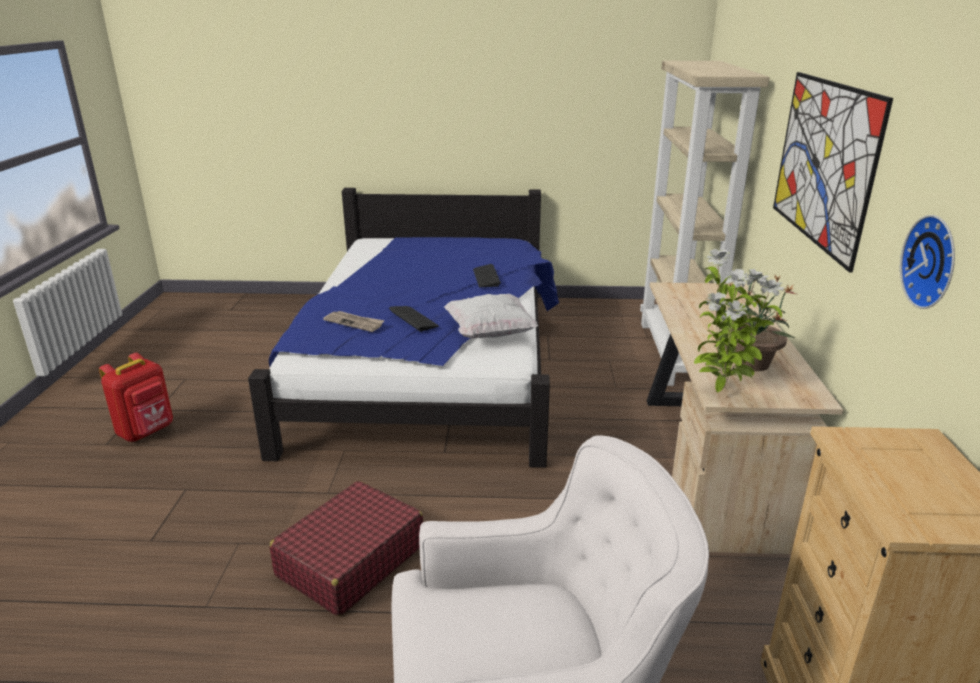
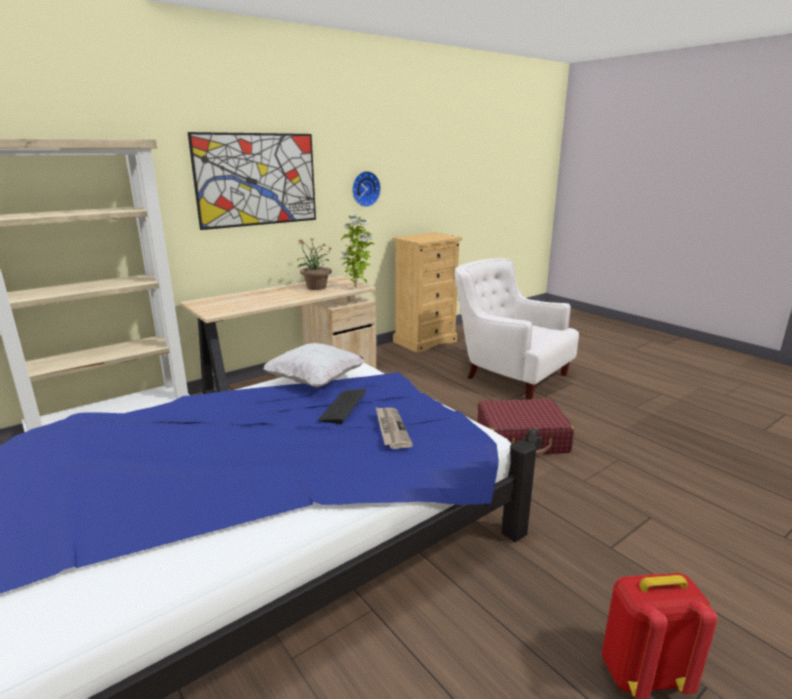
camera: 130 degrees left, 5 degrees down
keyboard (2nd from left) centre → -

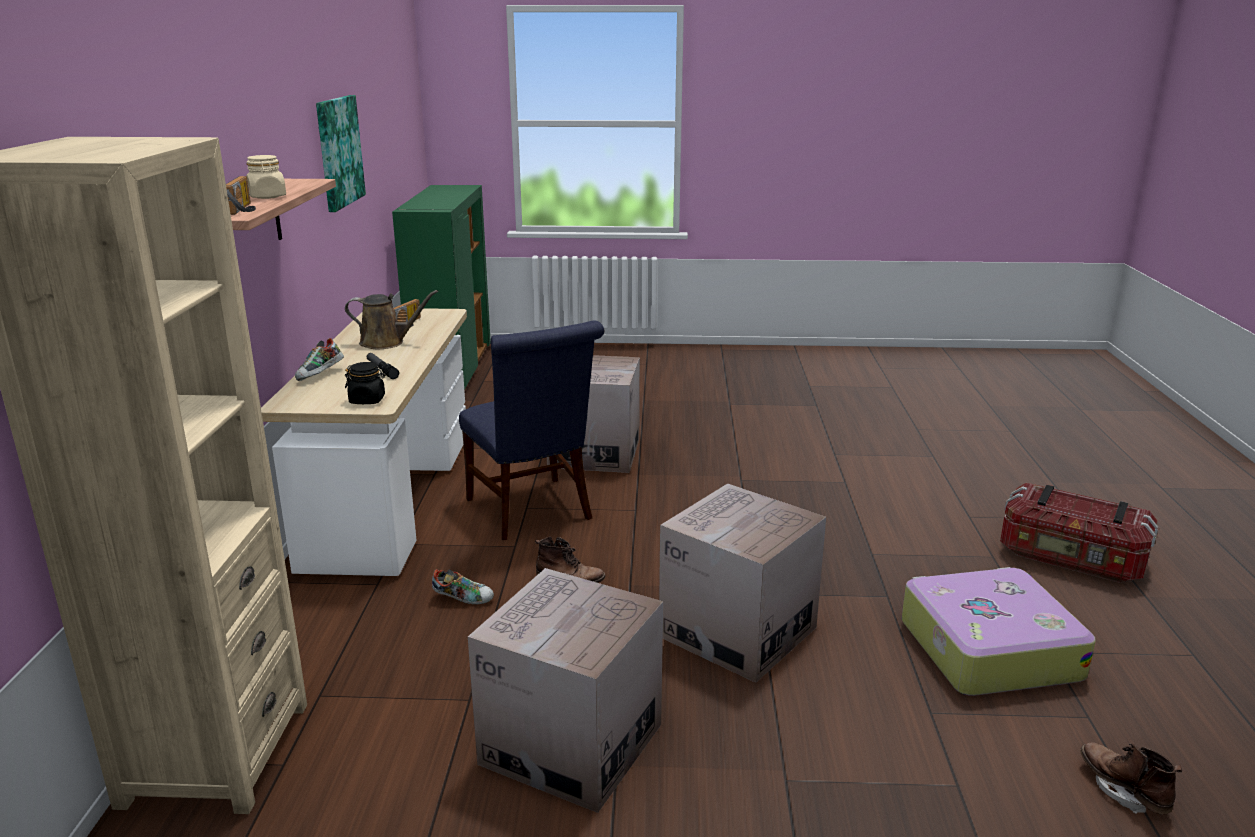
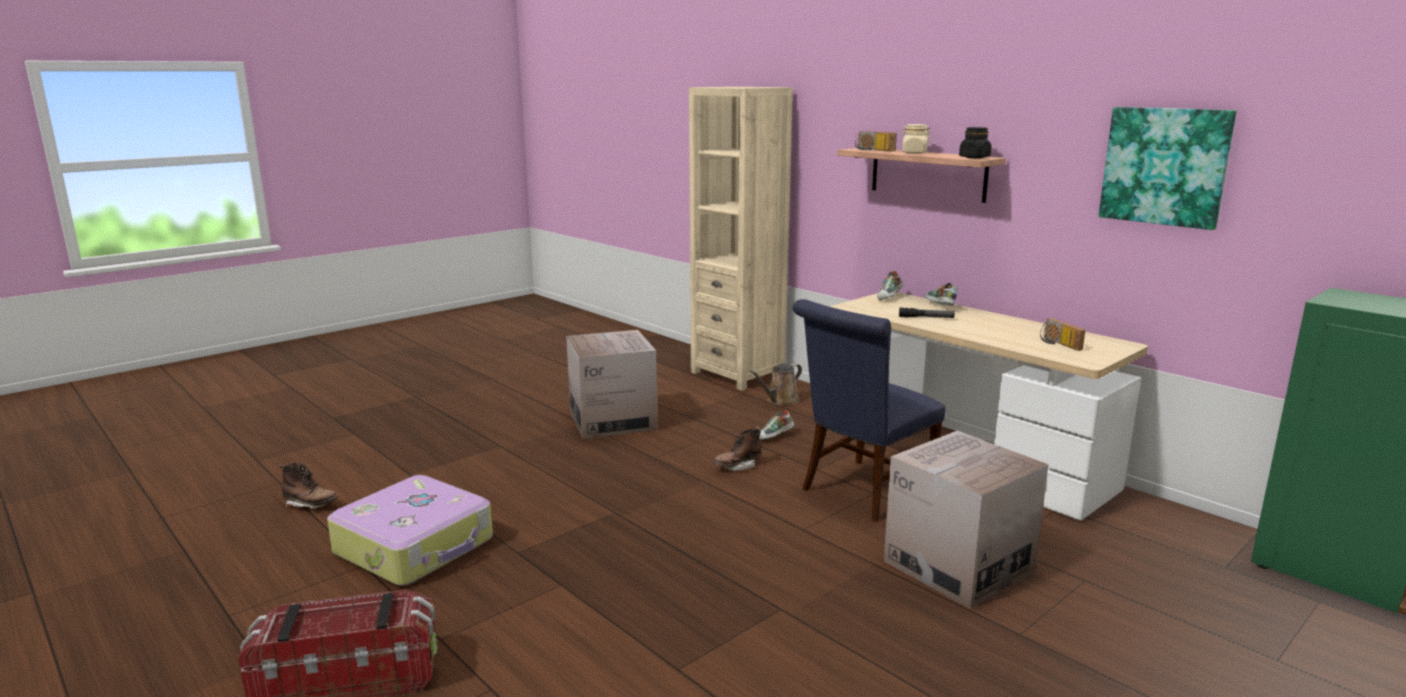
camera: 135 degrees right, 5 degrees down
brown_watering_can middle left → brown_watering_can centre, moved
blue_chair centre, 60 degrees counterclockwise
- → shoe (2nd from left) centre
black_jar middle left → black_jar top right, moved
cardboard_box (3rd from left) bottom centre → -

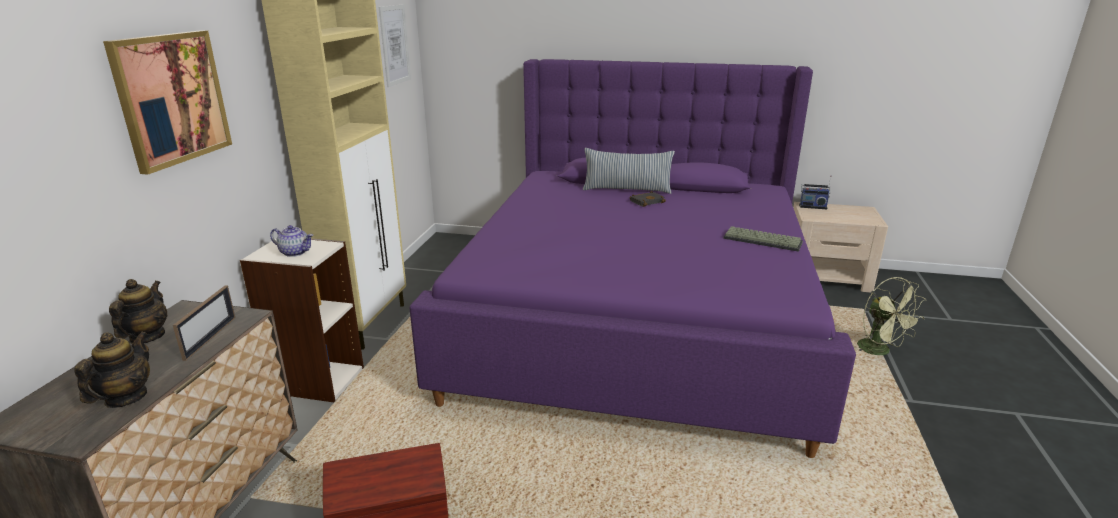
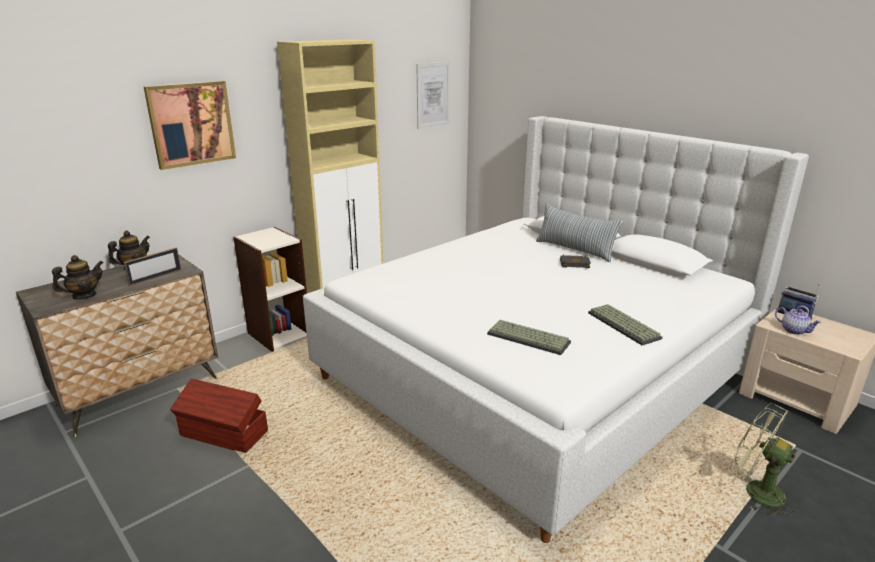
camera: 35 degrees right, 0 degrees up
purple_bed centre → white_bed centre
- → keyboard (1st from left) centre
green_fan middle right → green_fan bottom right, 120 degrees clockwise
teapot (3rd from left) middle left → teapot (3rd from left) middle right, moved

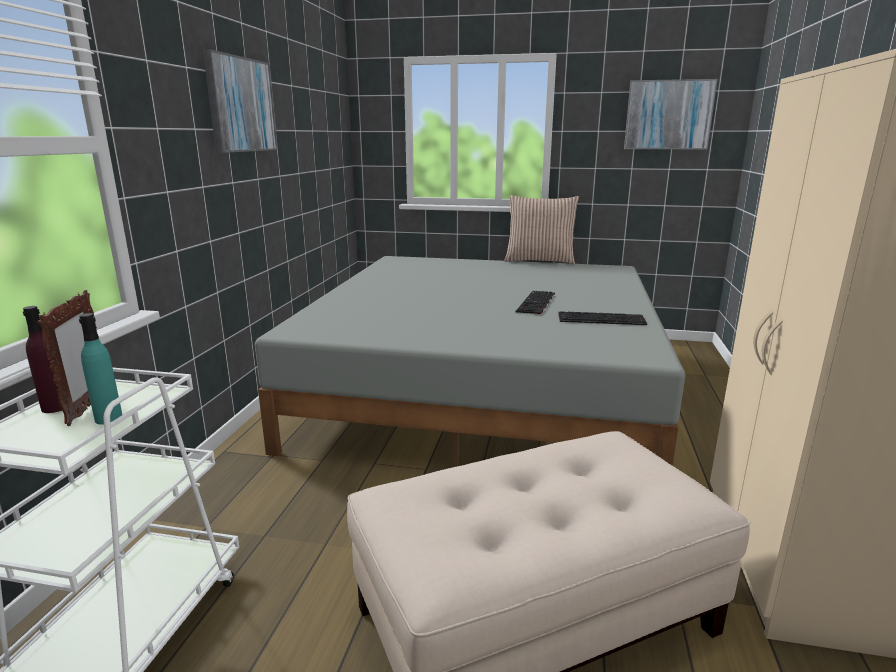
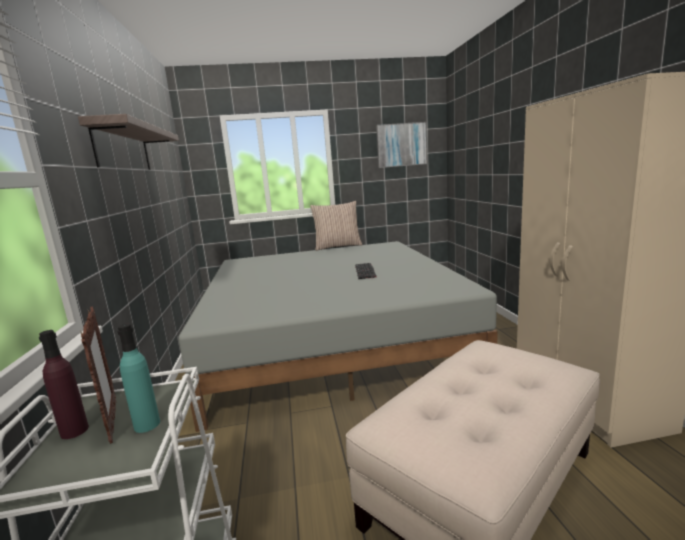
camera: 20 degrees left, 5 degrees down
picture (1st from left) top left → shelf top left
keyboard (2nd from left) middle right → -

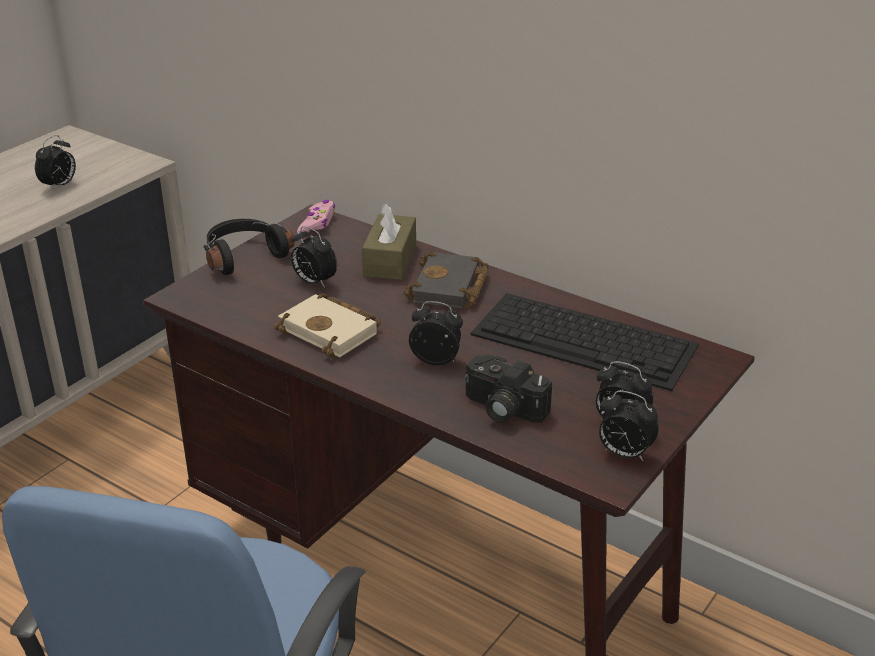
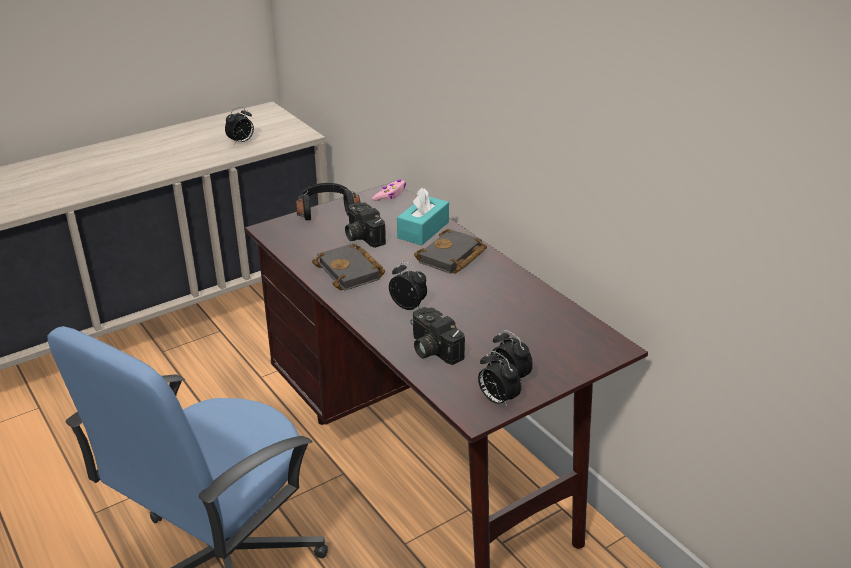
camera: 20 degrees right, 0 degrees up
beige_book centre → black_book (1st from left) centre
alarm_clock (2nd from left) centre → photo_camera (1st from left) centre
brown_tissue_box centre → turquoise_tissue_box centre
keyboard middle right → -

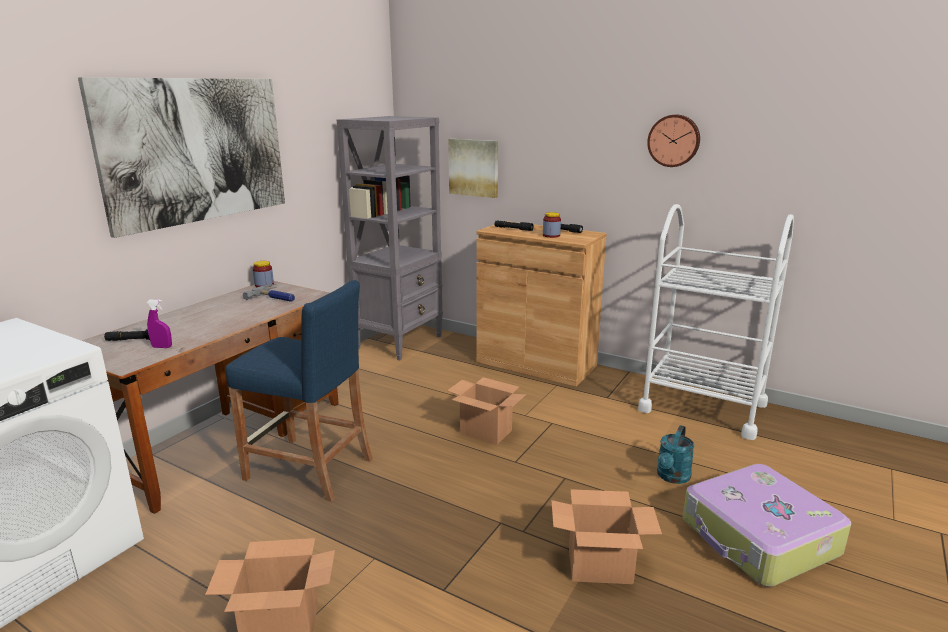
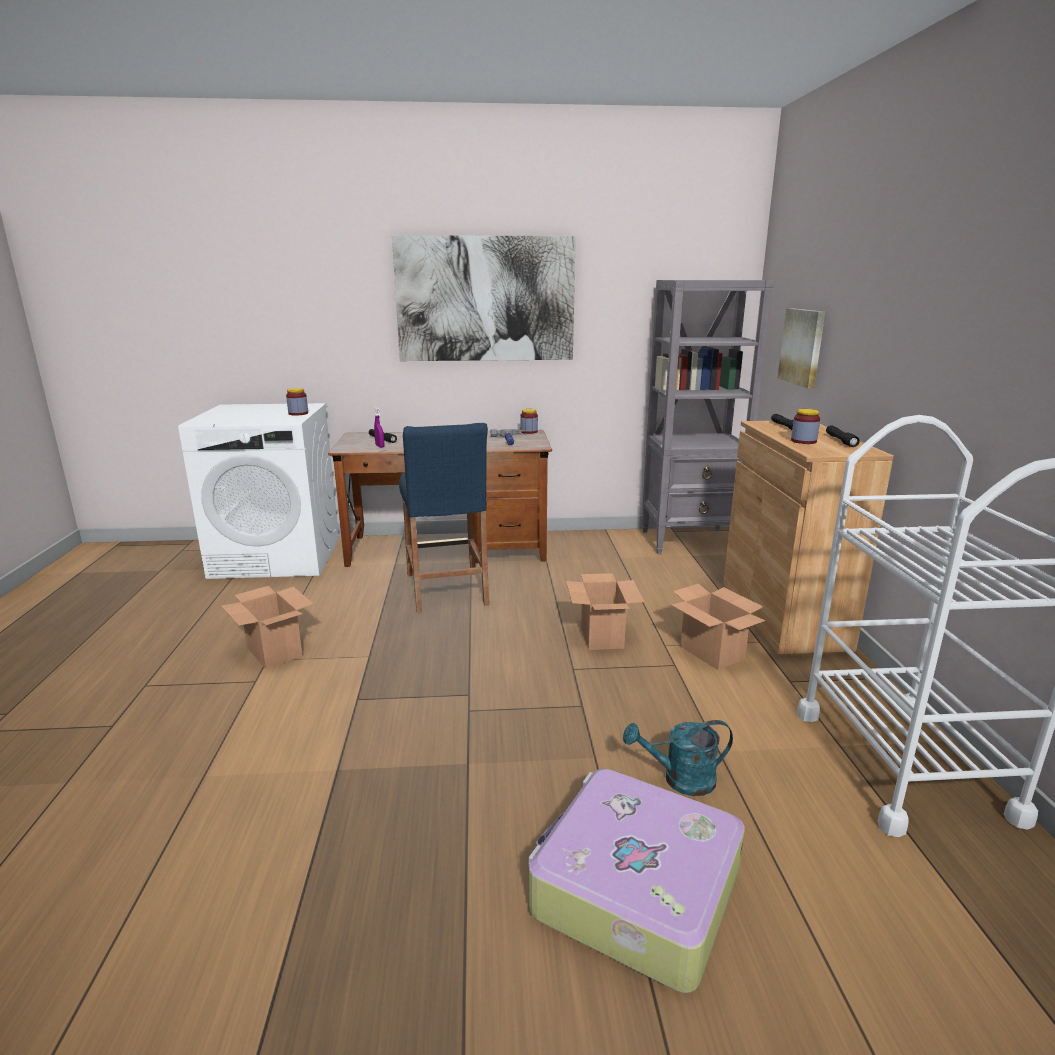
camera: 55 degrees right, 0 degrees up
- → jar (1st from left) middle left
cardboard_box (3rd from left) bottom centre → cardboard_box (3rd from left) middle right, moved
wall_clock top right → -

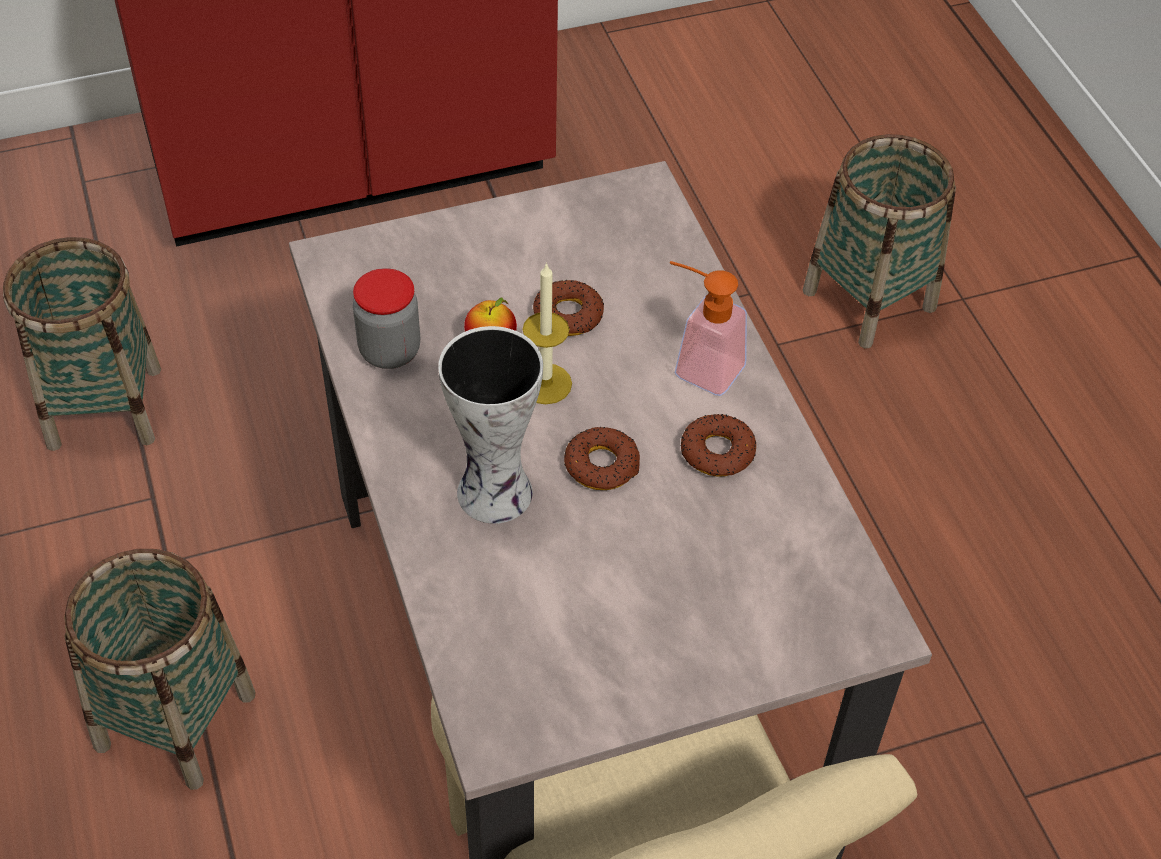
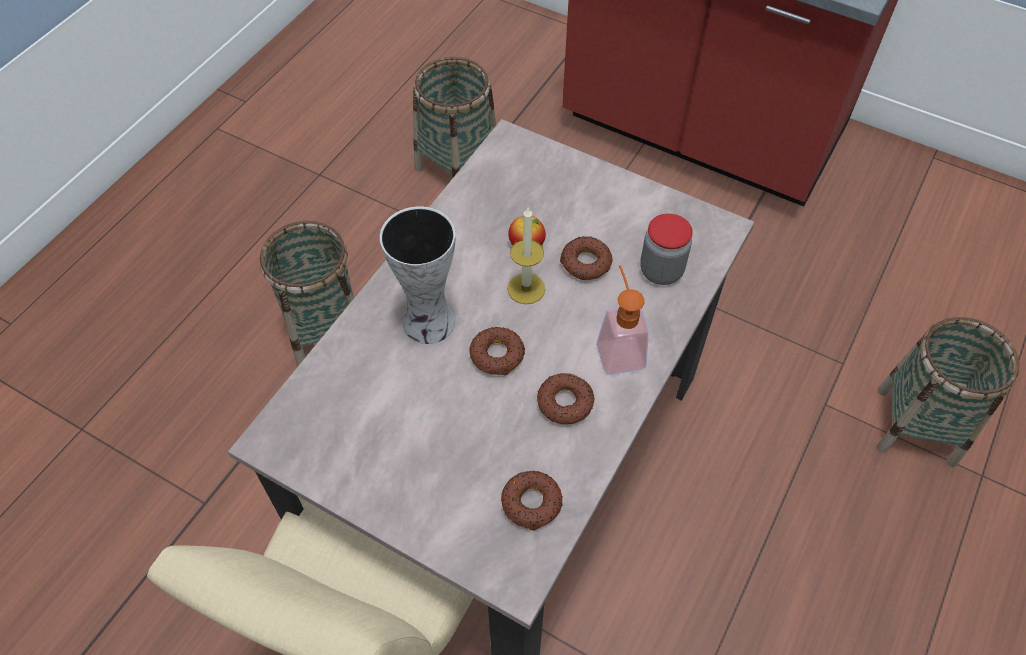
camera: 50 degrees right, 5 degrees up
- → donut (2nd from left) bottom centre
jar middle left → jar centre, moved

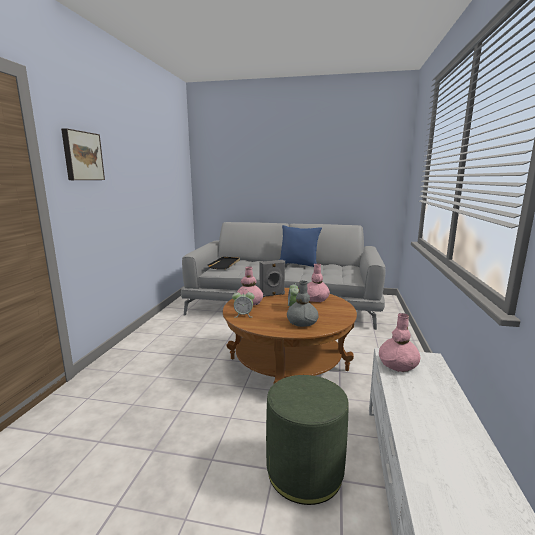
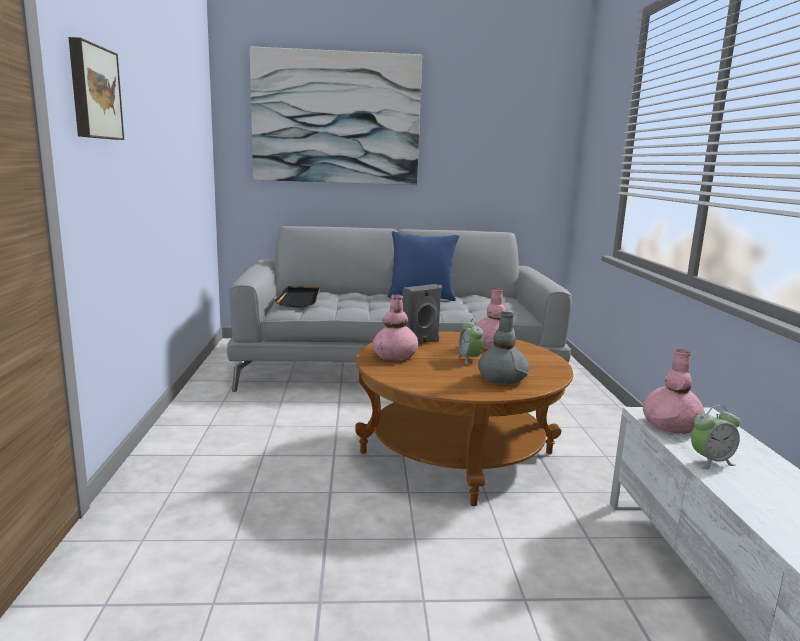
camera: 15 degrees left, 0 degrees up
- → picture (2nd from left) top centre
alarm_clock (1st from left in the first image) centre → alarm_clock (2nd from left) bottom right, moved
green_ottoman bottom centre → -

